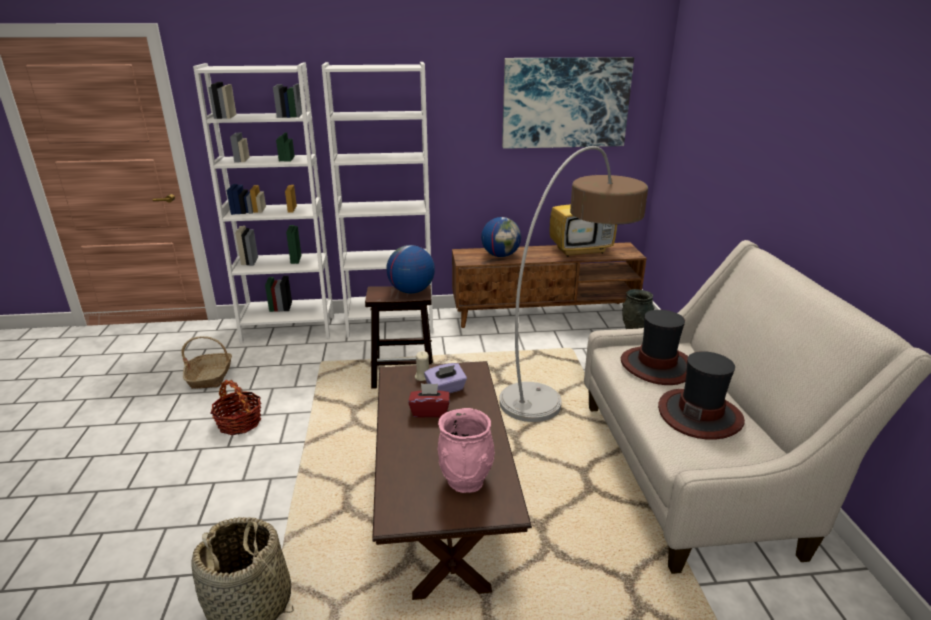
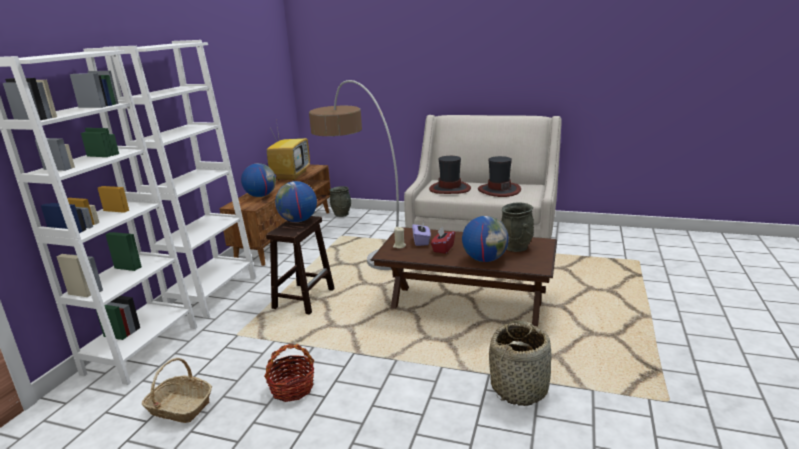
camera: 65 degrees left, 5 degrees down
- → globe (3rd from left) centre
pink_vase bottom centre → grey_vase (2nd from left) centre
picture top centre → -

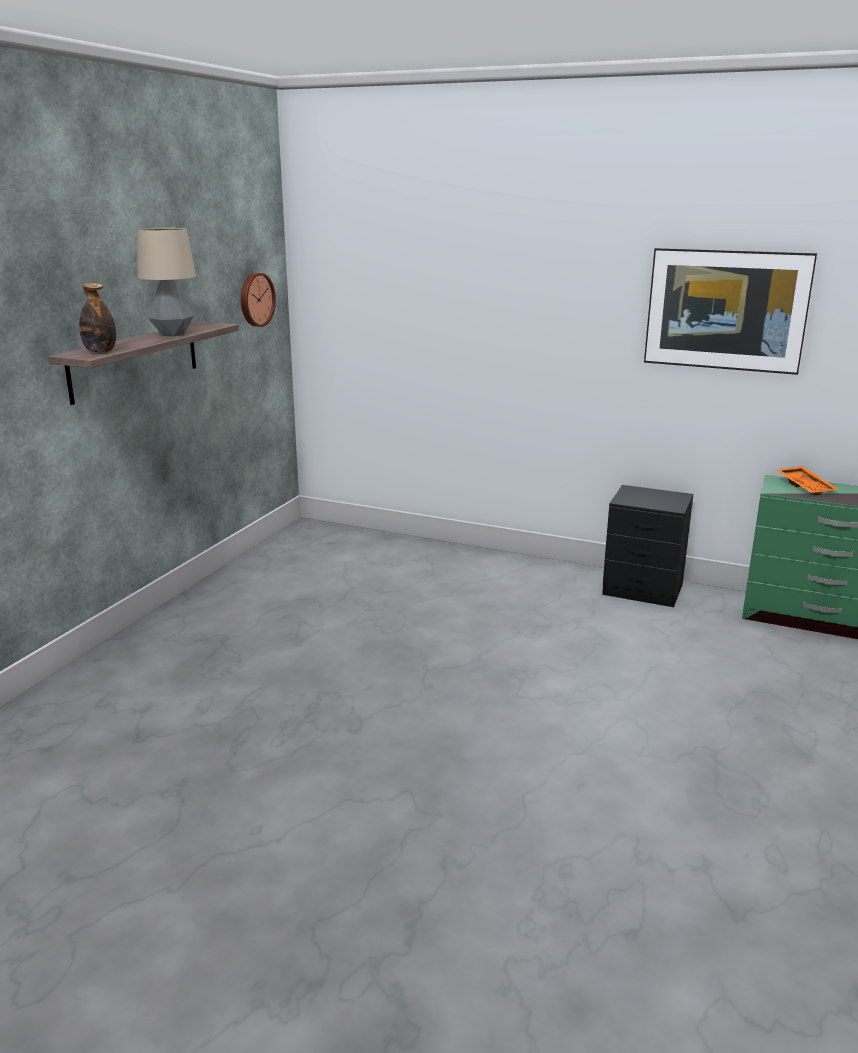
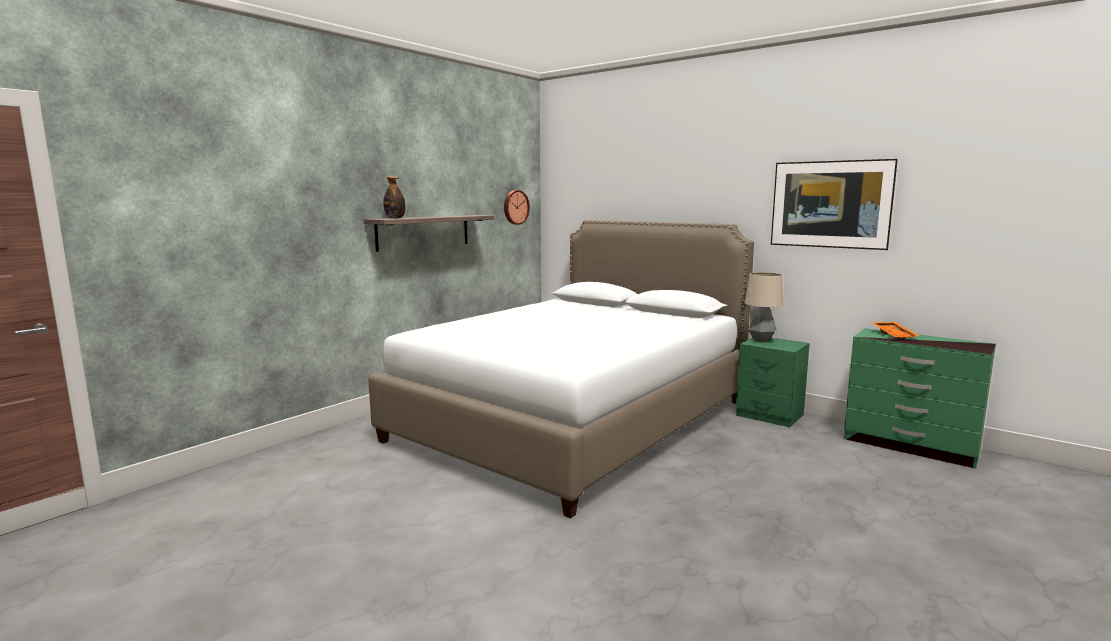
camera: 15 degrees right, 10 degrees down
- → white_bed centre
black_nightstand middle right → green_nightstand middle right
table_lamp top left → table_lamp middle right, moved

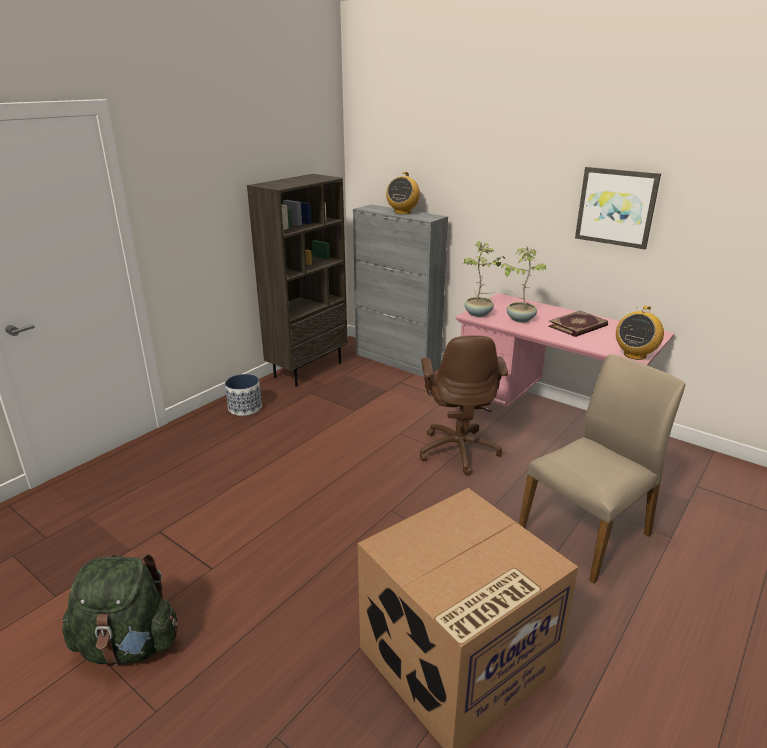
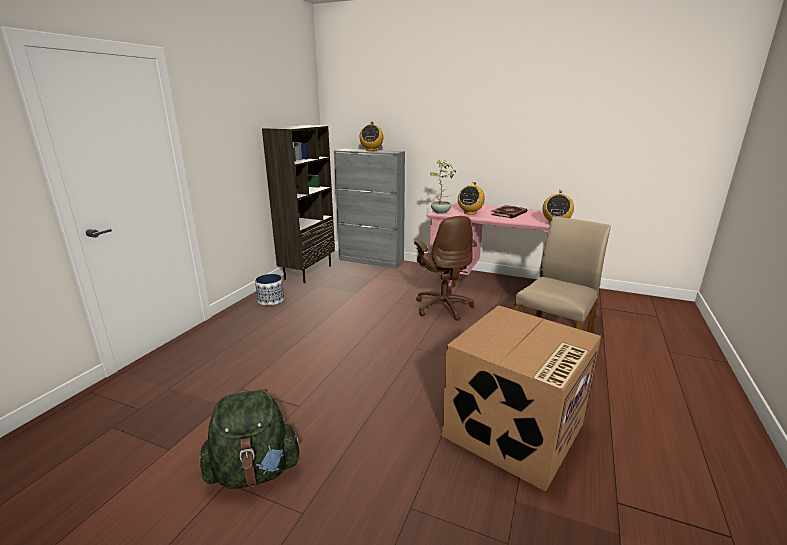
camera: 15 degrees left, 5 degrees down
potted_plant (2nd from left) middle right → radio (2nd from left) centre
picture top right → -

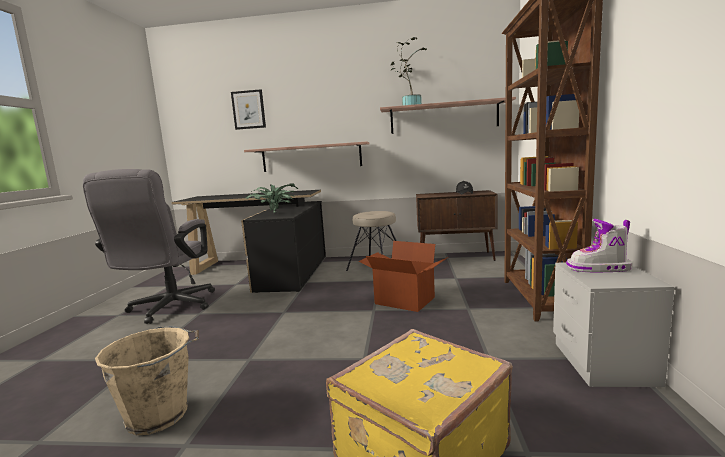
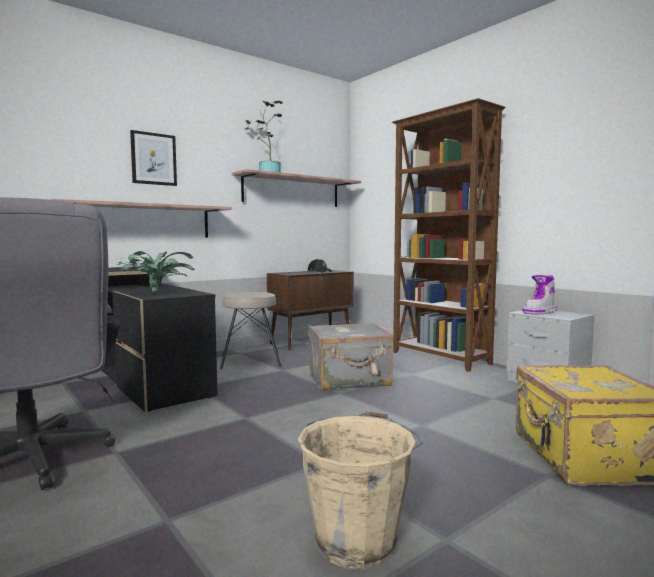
camera: 45 degrees left, 5 degrees down
picture top centre → picture top left, moved
cardboard_box centre → grey_suitcase centre

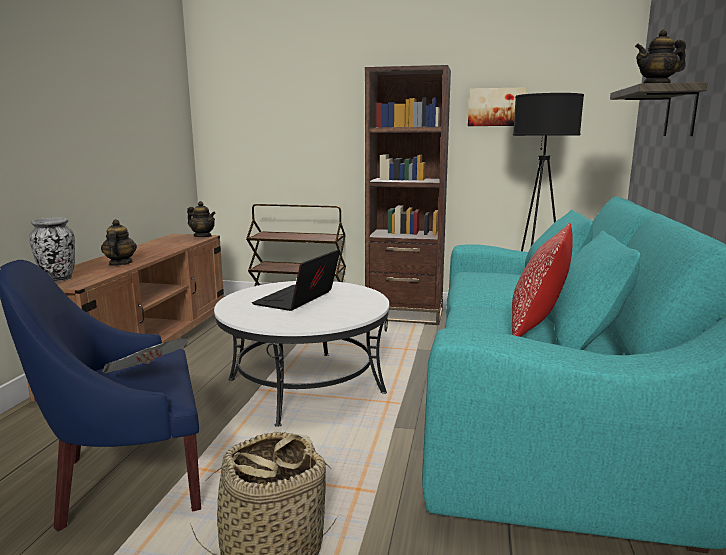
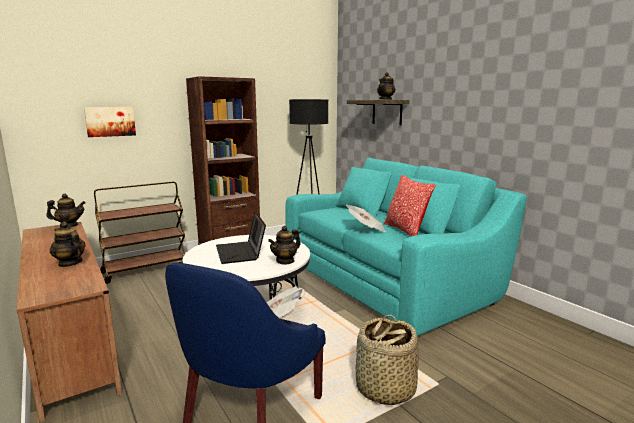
camera: 45 degrees left, 0 degrees up
picture top right → picture top left, moved
- → teapot (3rd from left) centre
- → newspaper (2nd from left) centre
vase middle left → -

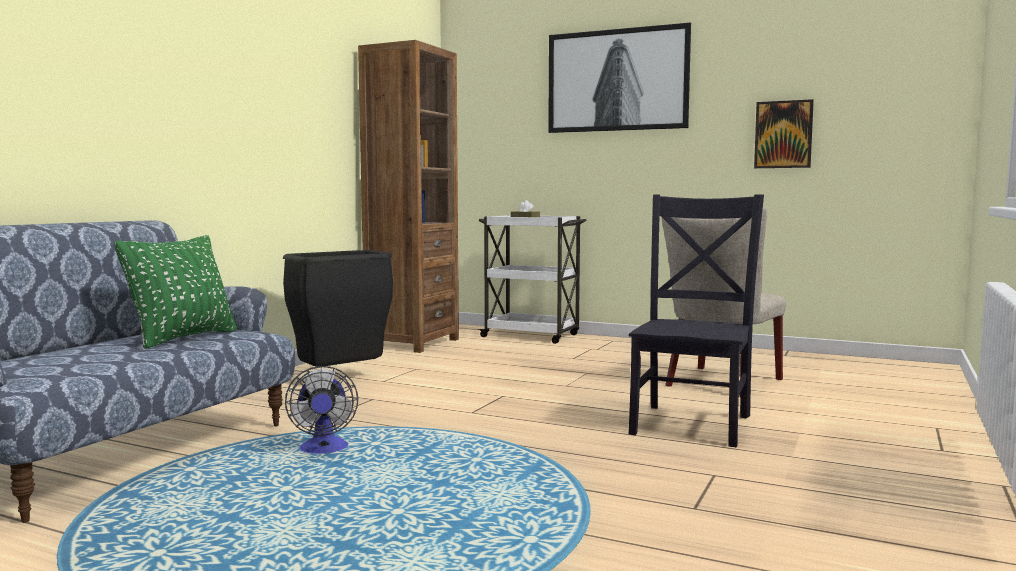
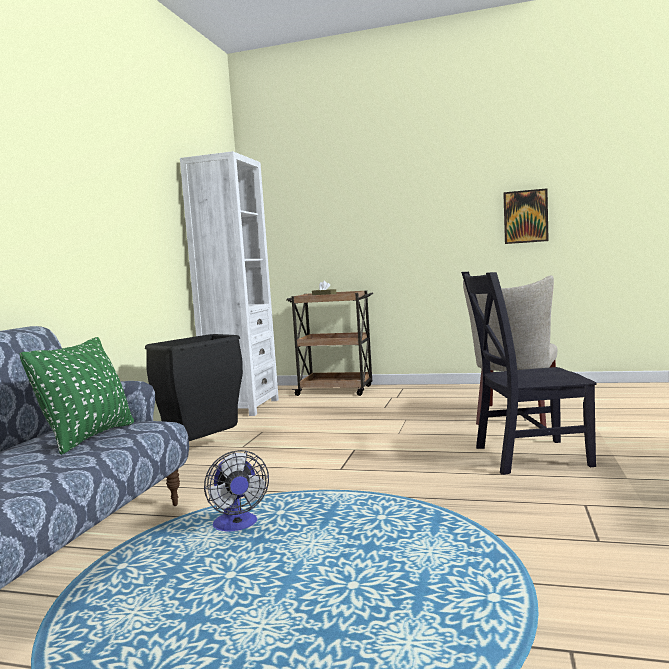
camera: 10 degrees left, 0 degrees up
brown_bookcase centre → white_bookcase centre
white_cart centre → brown_cart centre
black_chair middle right, 105 degrees counterclockwise
picture (1st from left) top centre → -

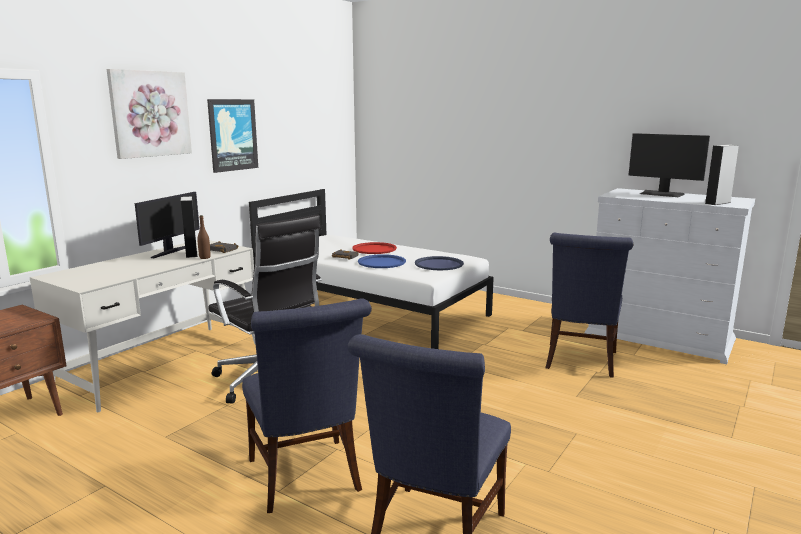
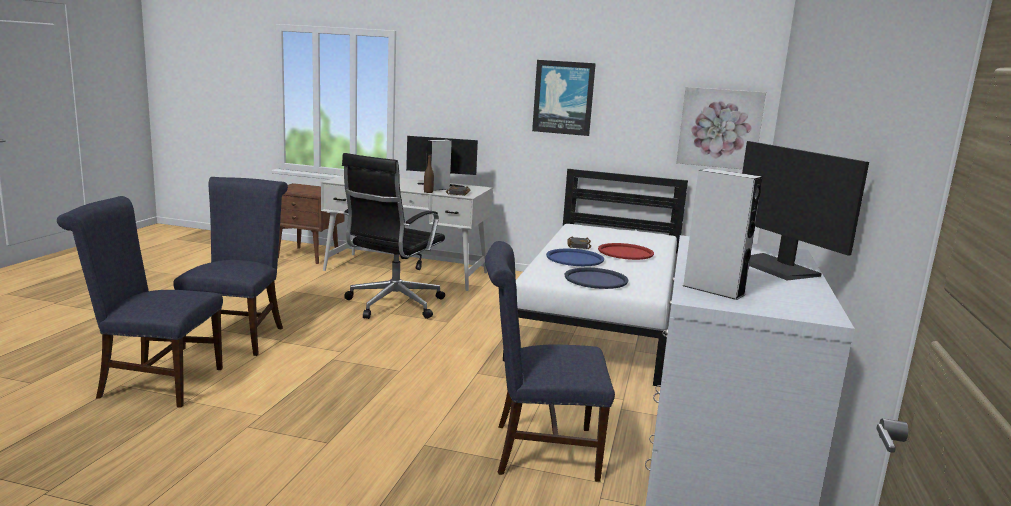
camera: 70 degrees right, 0 degrees up
blue_chair (1st from left in the first image) bottom centre → blue_chair (2nd from left) middle left, 135 degrees clockwise
picture (1st from left in the first image) top left → picture (2nd from left) top right, moved
monitor (2nd from left) top right → monitor (2nd from left) middle right, 45 degrees counterclockwise

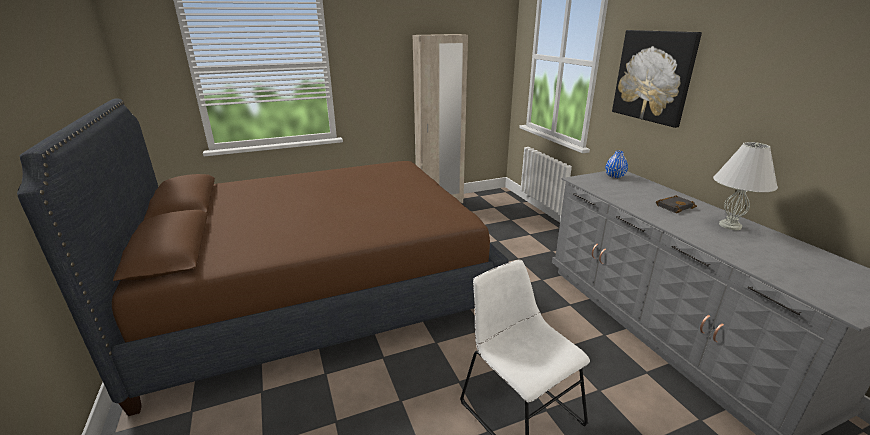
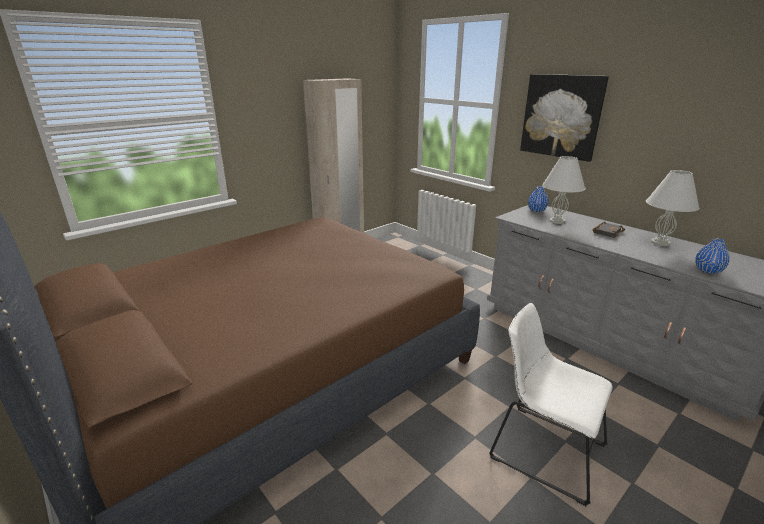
camera: 20 degrees left, 0 degrees up
- → white_table_lamp (1st from left) middle right
- → blue_vase (2nd from left) middle right

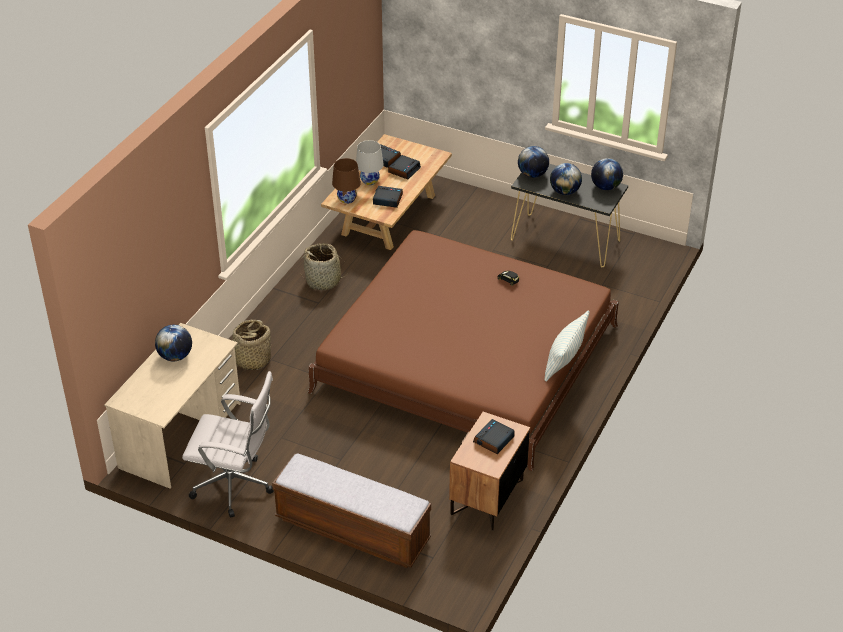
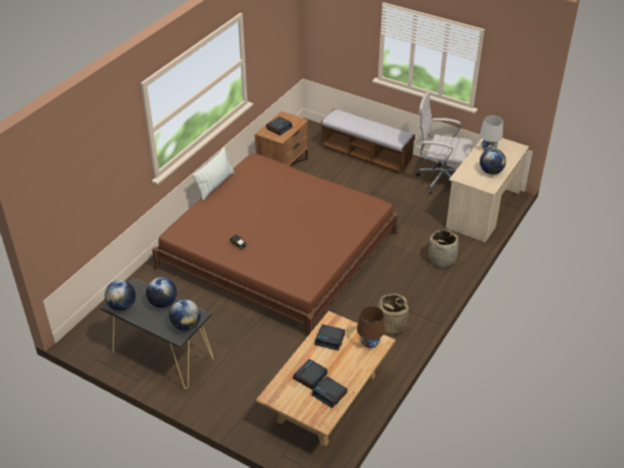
camera: 175 degrees left, 0 degrees up
white_table_lamp top centre → white_table_lamp top right, moved

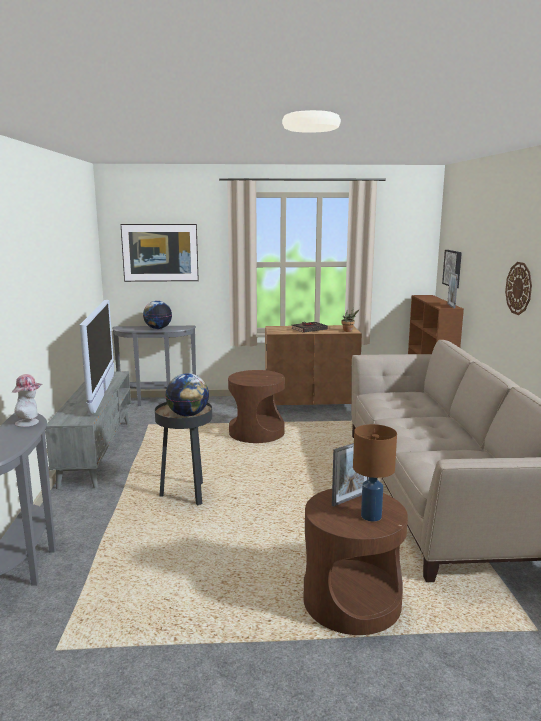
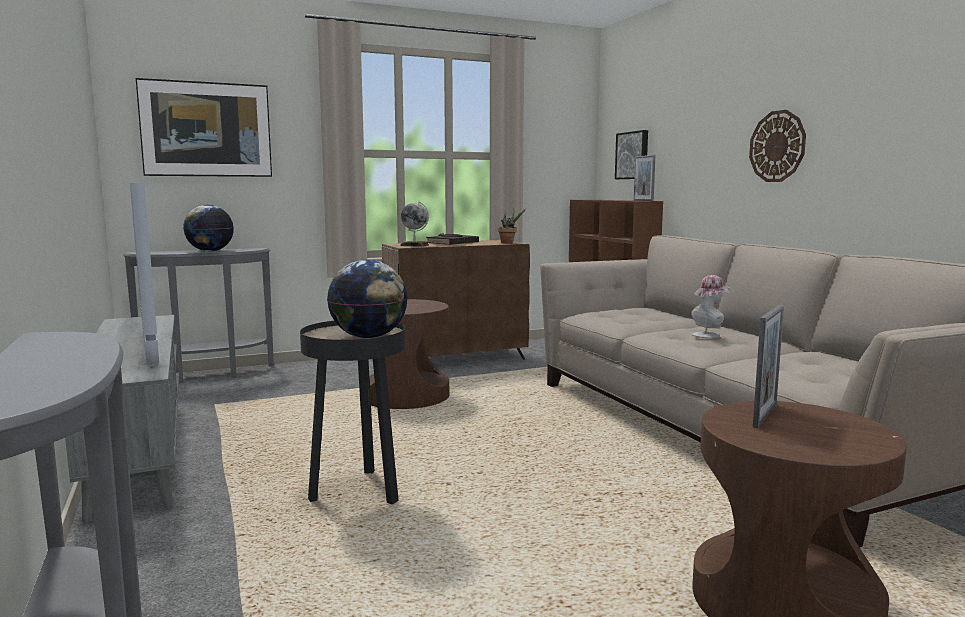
camera: 20 degrees left, 5 degrees down
- → globe (3rd from left) centre
hat middle left → hat middle right, moved
brown_table_lamp middle right → -

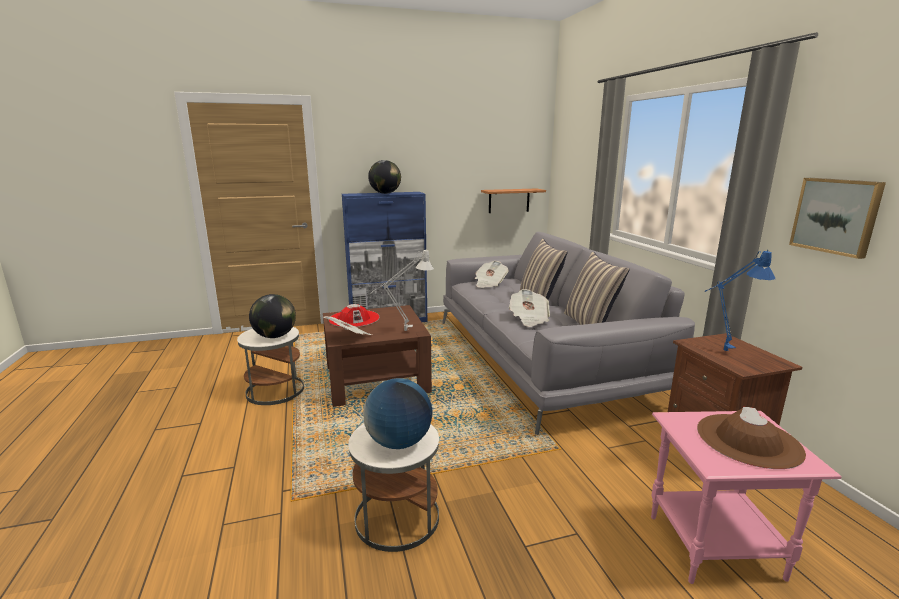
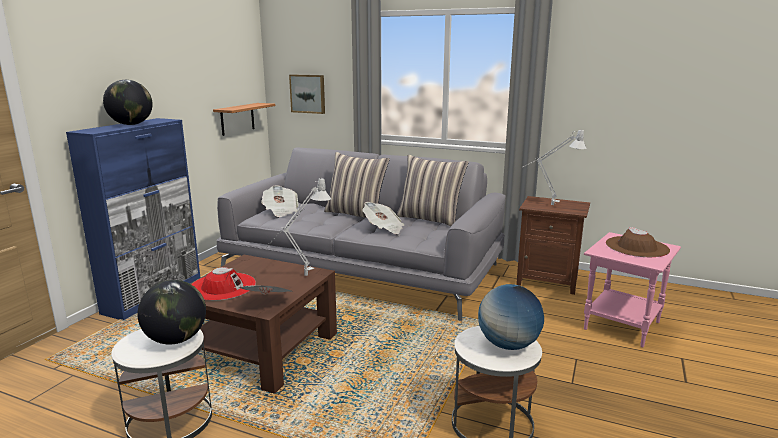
camera: 50 degrees left, 0 degrees up
picture middle right → picture top centre, moved
blue_table_lamp middle right → grey_table_lamp (2nd from left) middle right

